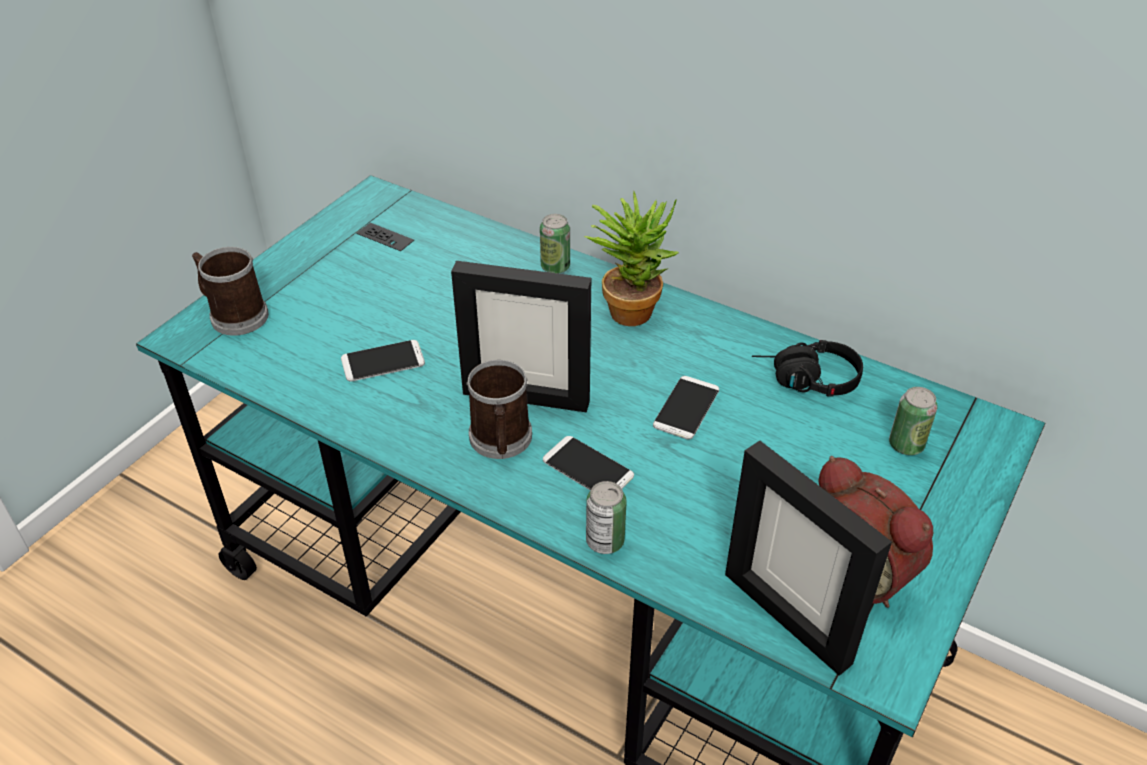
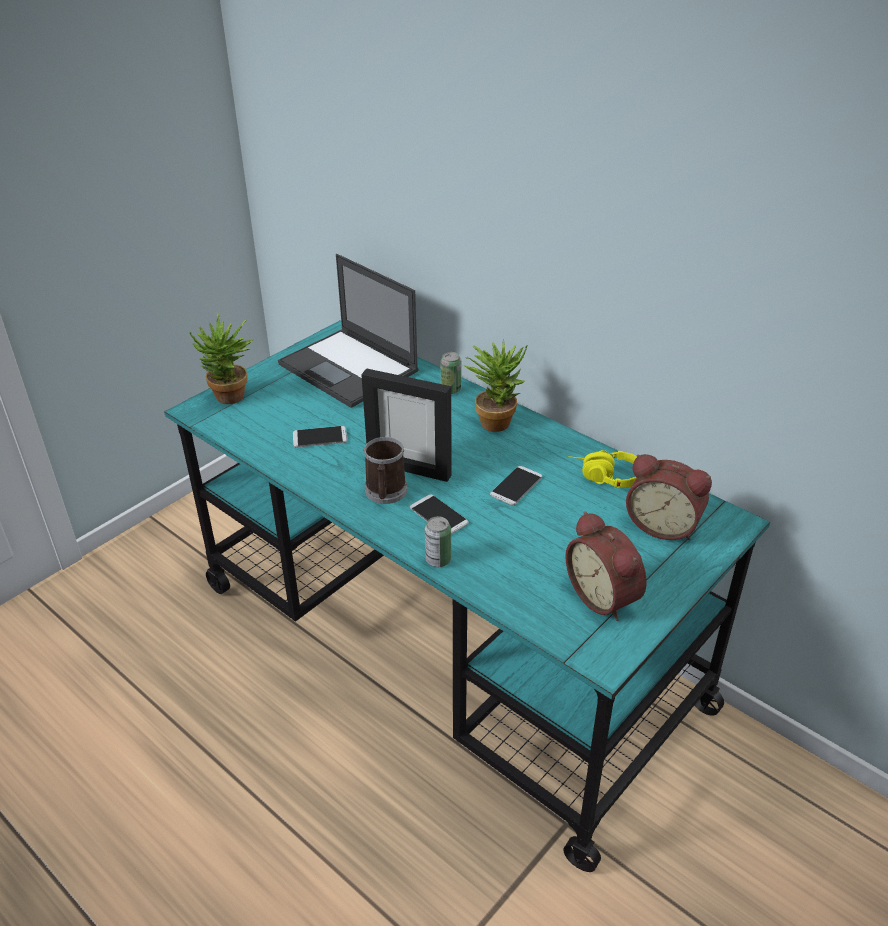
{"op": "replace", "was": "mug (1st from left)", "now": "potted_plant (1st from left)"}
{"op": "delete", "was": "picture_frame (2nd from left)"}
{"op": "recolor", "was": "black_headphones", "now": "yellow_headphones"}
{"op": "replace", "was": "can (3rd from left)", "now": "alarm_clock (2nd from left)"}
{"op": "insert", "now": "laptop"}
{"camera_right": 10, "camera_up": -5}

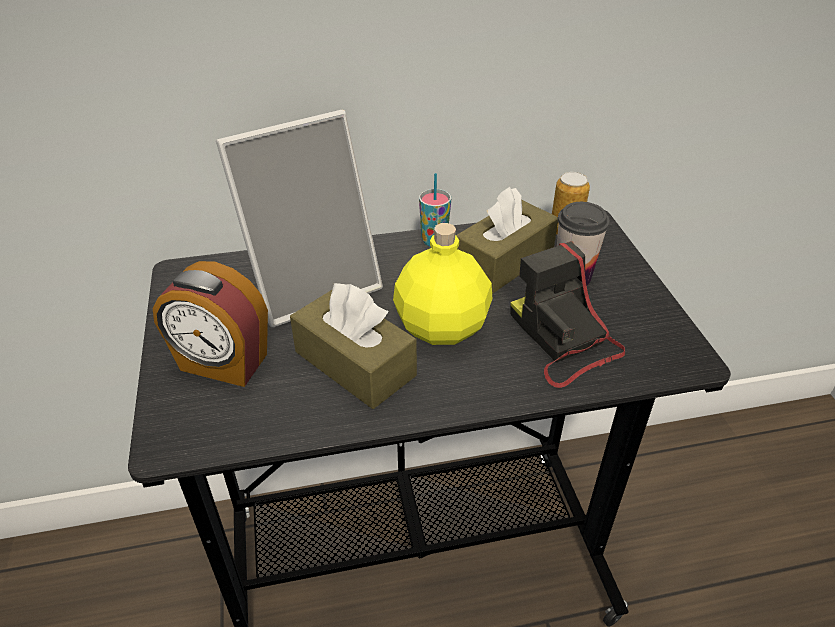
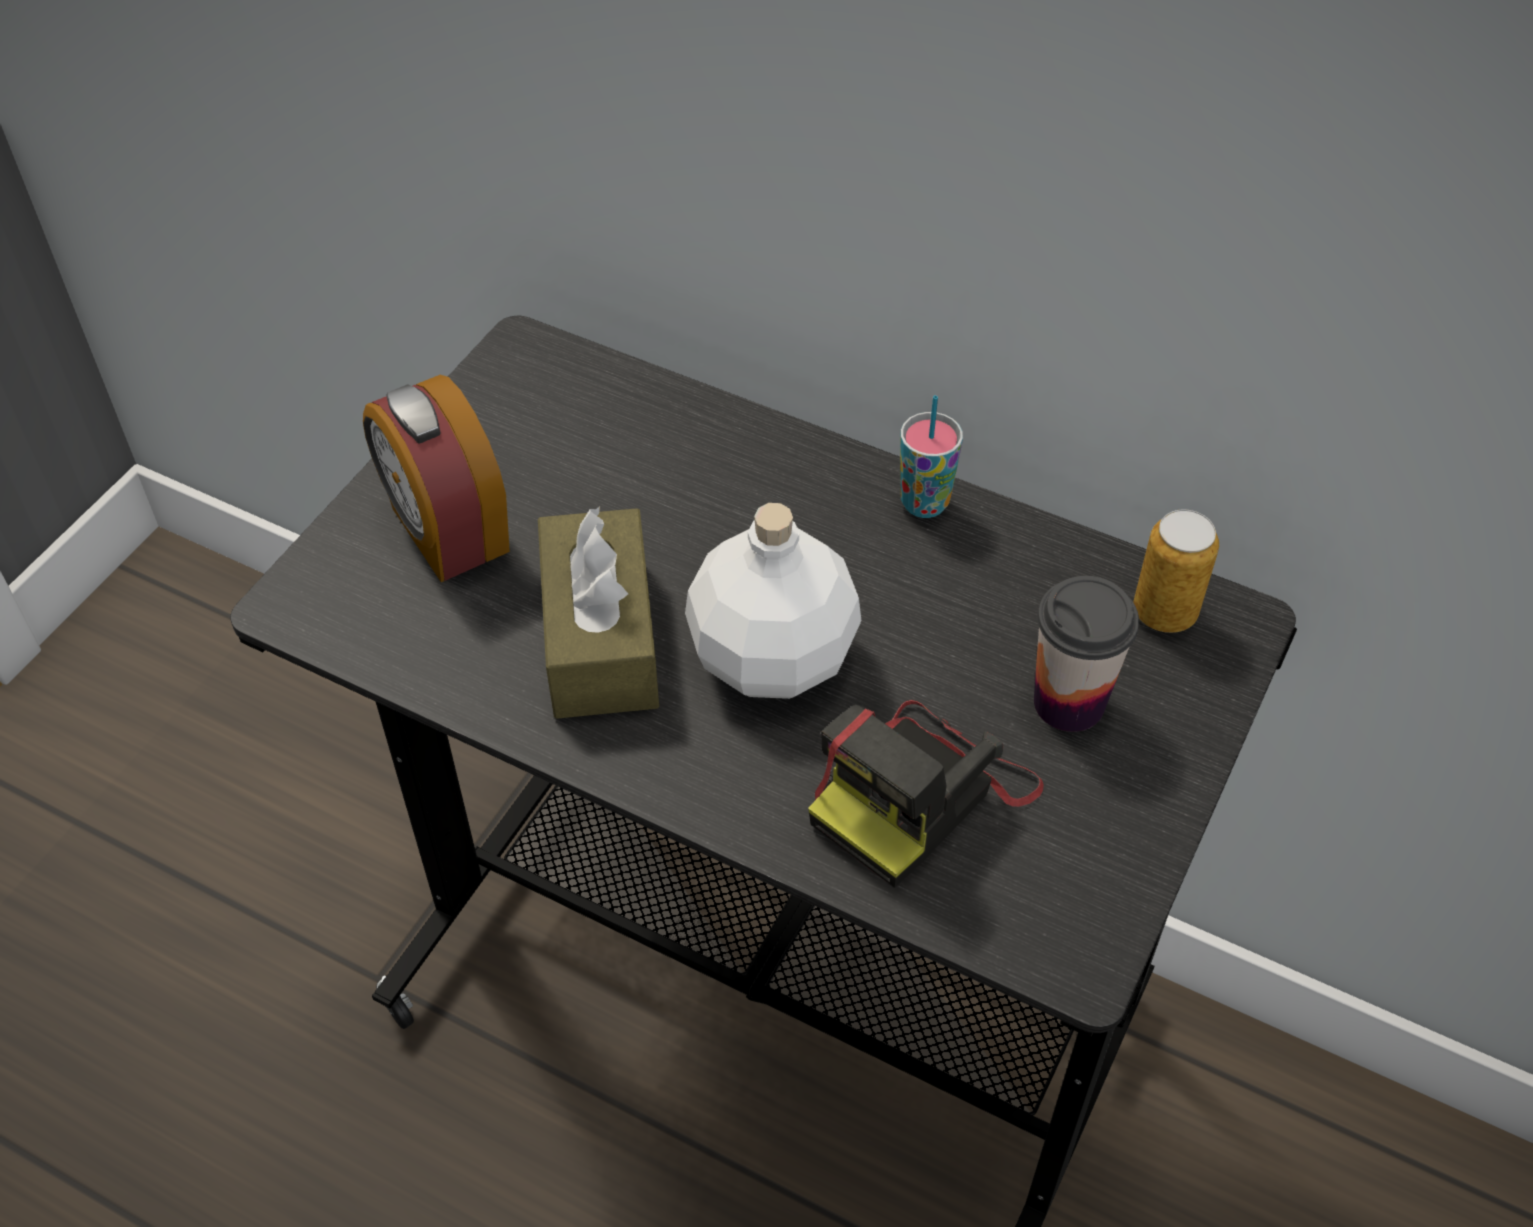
{"op": "delete", "was": "picture_frame"}
{"op": "recolor", "was": "yellow_bottle", "now": "white_bottle"}
{"op": "delete", "was": "brown_tissue_box (2nd from left)"}
{"op": "rotate", "was": "photo_camera", "clockwise": -150}
{"camera_right": 40, "camera_up": 10}

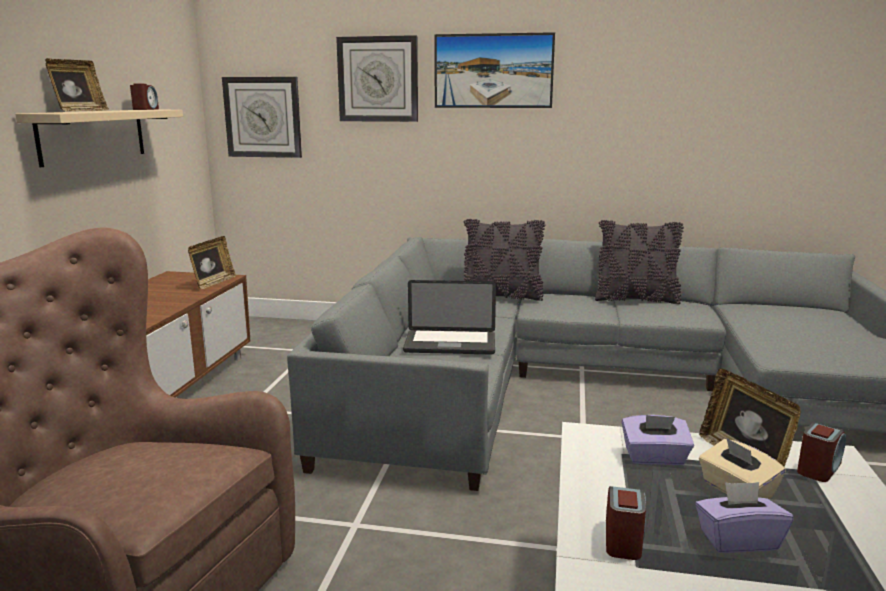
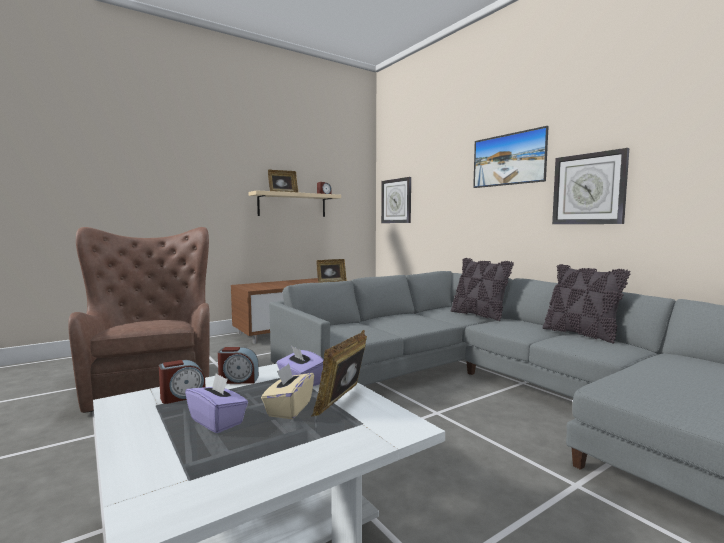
{"op": "move", "was": "wall_clock (2nd from left)"}
{"op": "delete", "was": "laptop"}
{"op": "move", "was": "alarm_clock (3rd from left in the first image)", "now": "alarm_clock (2nd from left)"}
{"camera_right": 45, "camera_up": -10}

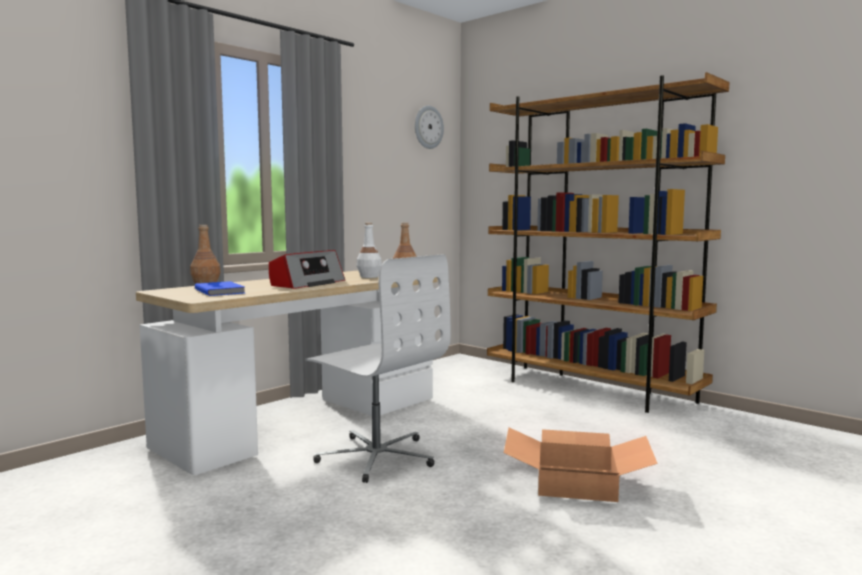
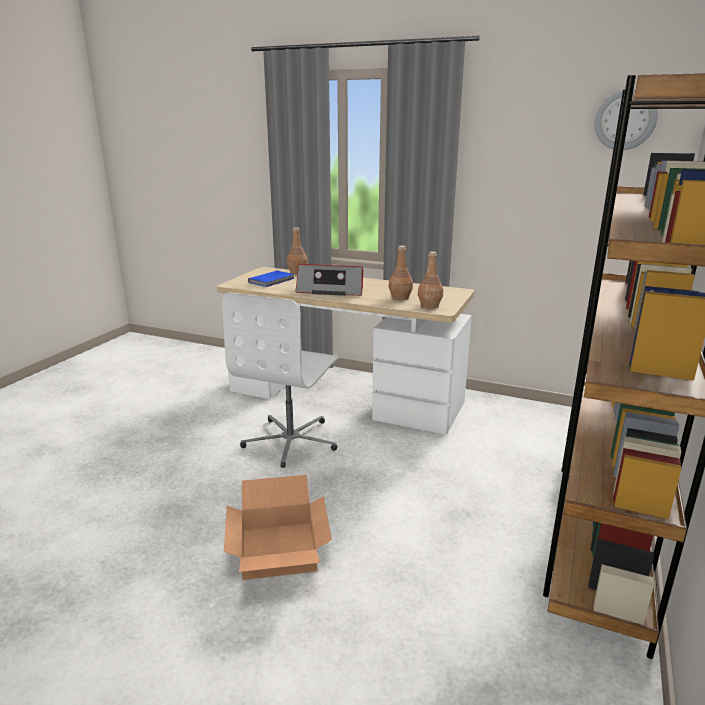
{"op": "recolor", "was": "white_bottle", "now": "brown_bottle (2nd from left)"}
{"camera_right": 70, "camera_up": 15}

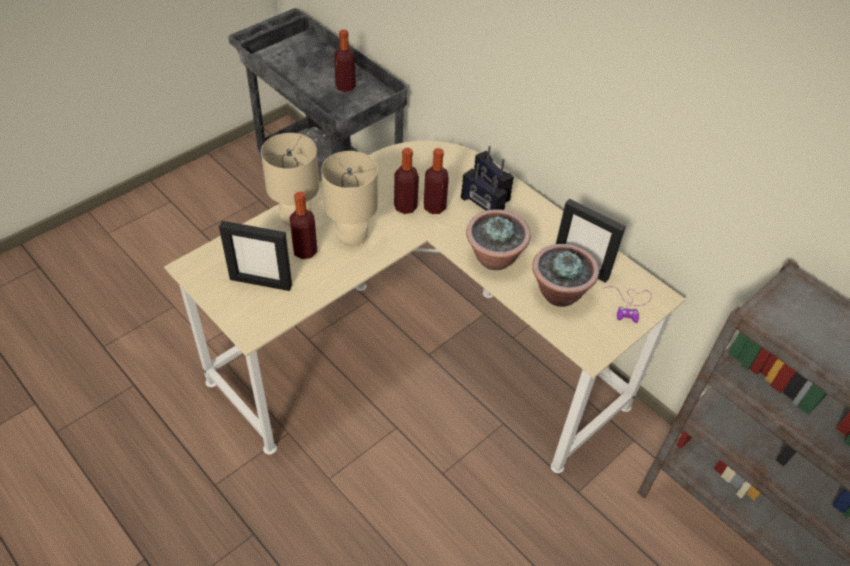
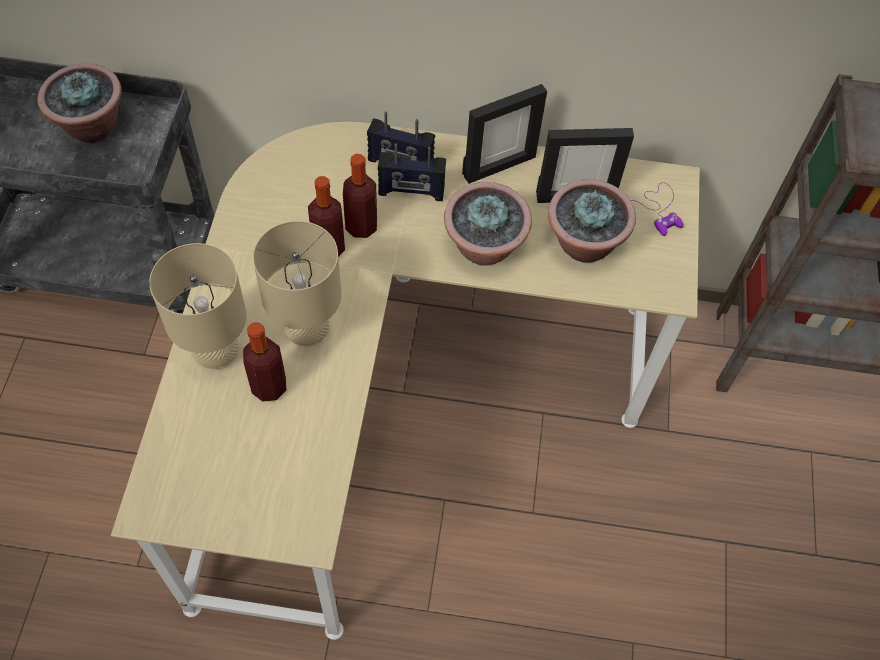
{"op": "move", "was": "picture_frame (1st from left)"}
{"op": "replace", "was": "bottle (2nd from left)", "now": "potted_plant (1st from left)"}
{"camera_right": -40, "camera_up": 10}

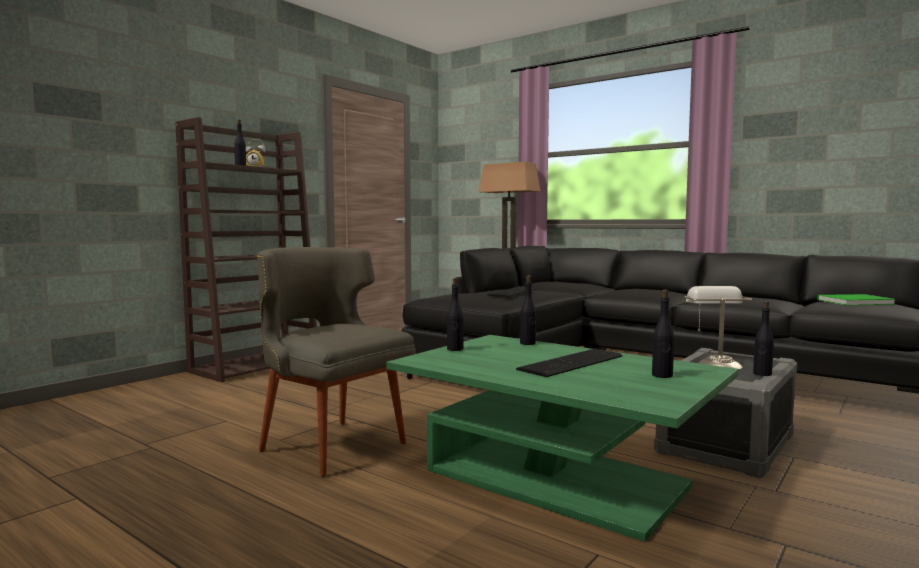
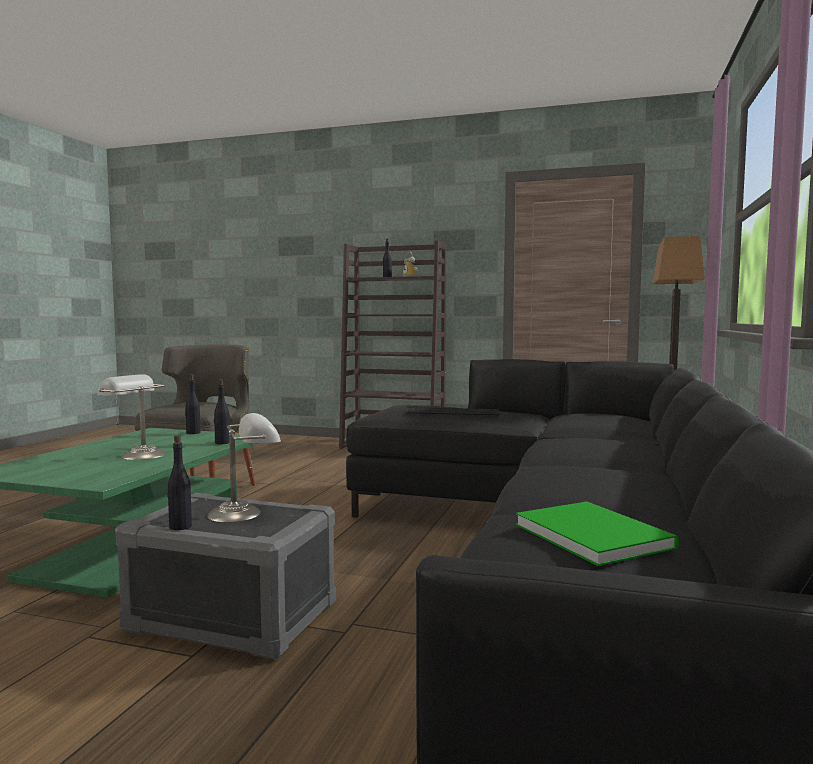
{"op": "replace", "was": "keyboard (2nd from left)", "now": "white_table_lamp (1st from left)"}
{"op": "delete", "was": "black_bottle (4th from left)"}
{"camera_right": 70, "camera_up": 0}

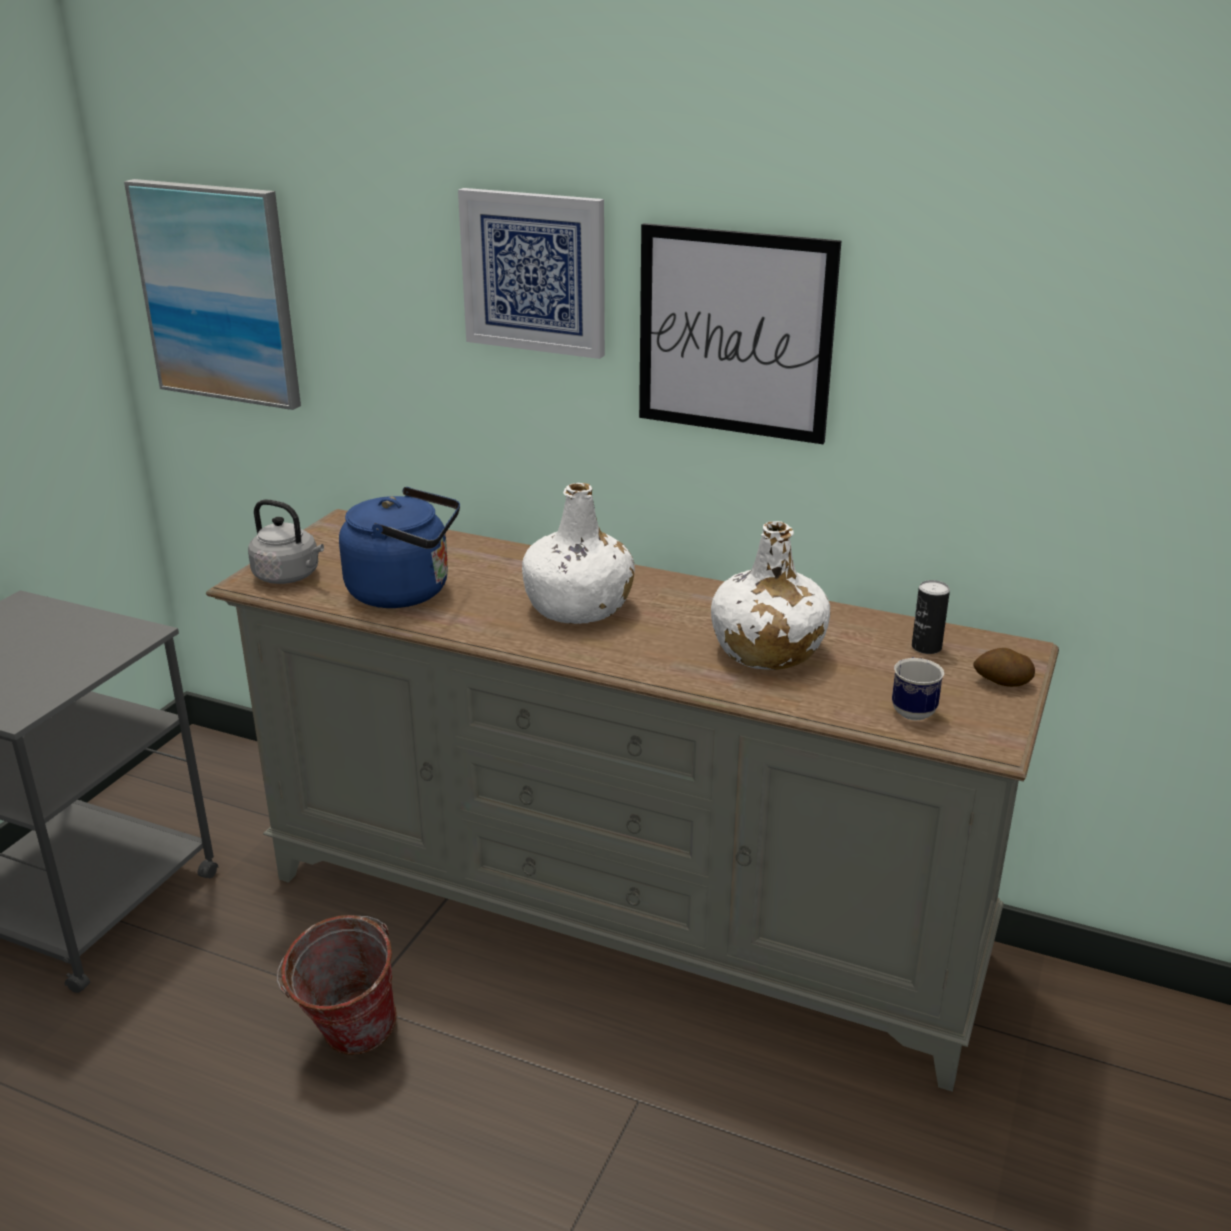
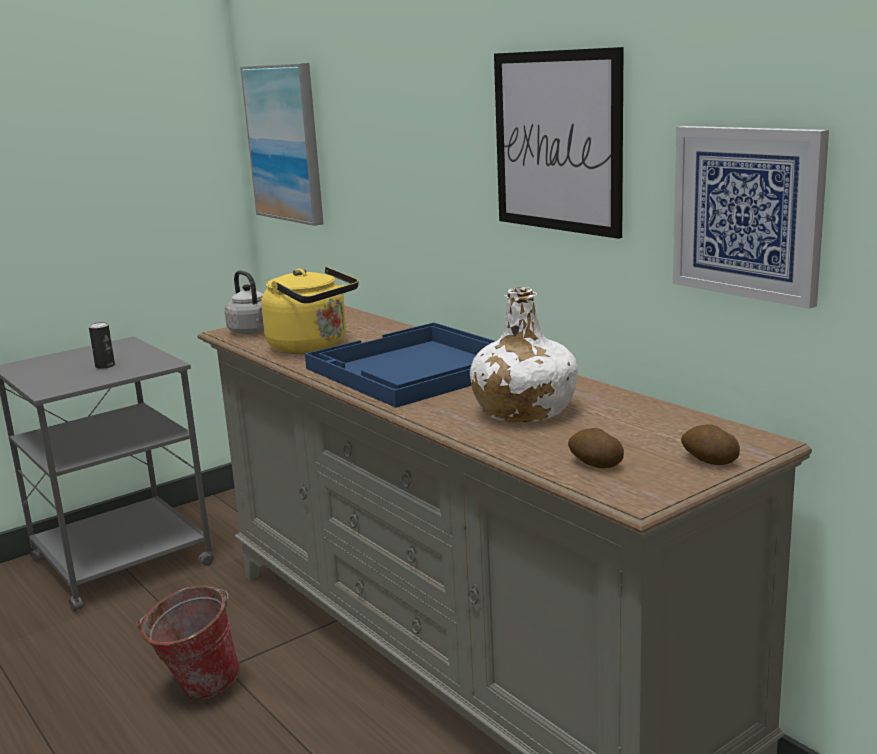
{"op": "recolor", "was": "blue_kettle", "now": "yellow_kettle"}
{"op": "move", "was": "picture (2nd from left in the first image)", "now": "picture (3rd from left)"}
{"op": "replace", "was": "white_bottle (1st from left)", "now": "blue_tray"}
{"op": "replace", "was": "mug", "now": "potato (1st from left)"}
{"op": "move", "was": "can"}
{"camera_right": 30, "camera_up": -10}

